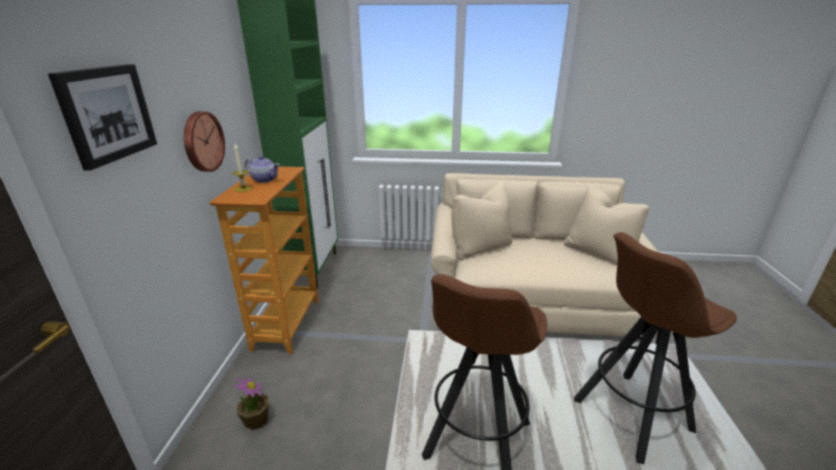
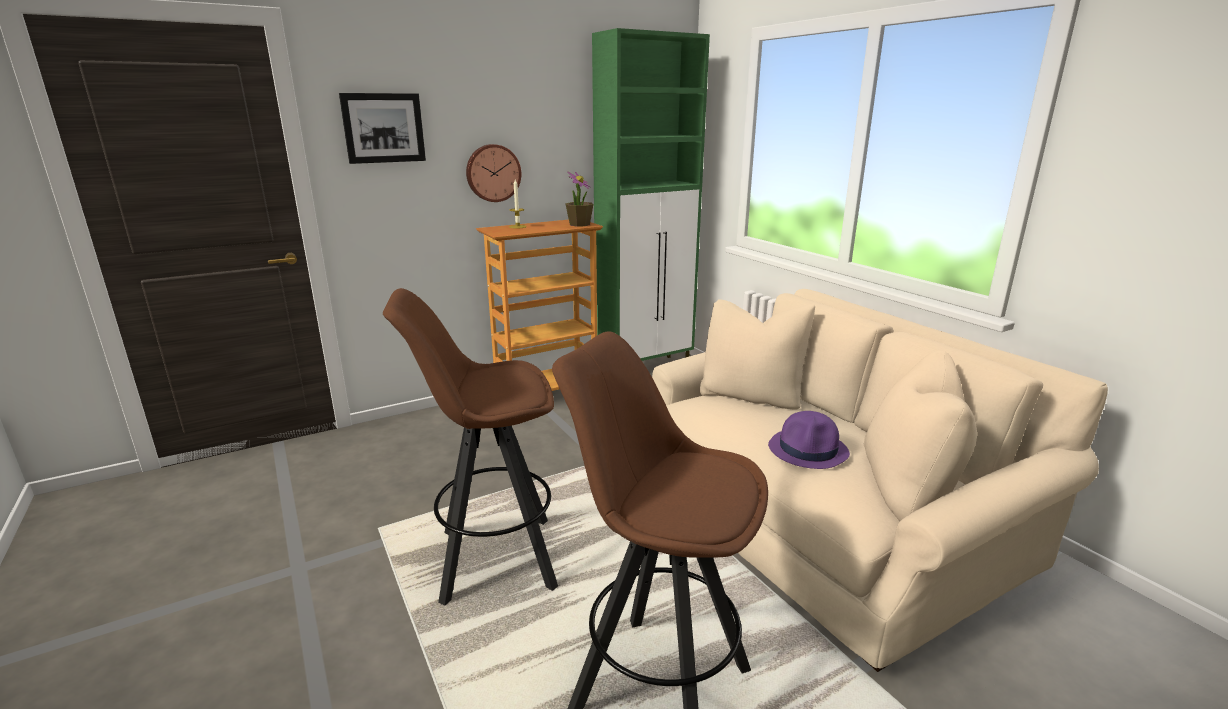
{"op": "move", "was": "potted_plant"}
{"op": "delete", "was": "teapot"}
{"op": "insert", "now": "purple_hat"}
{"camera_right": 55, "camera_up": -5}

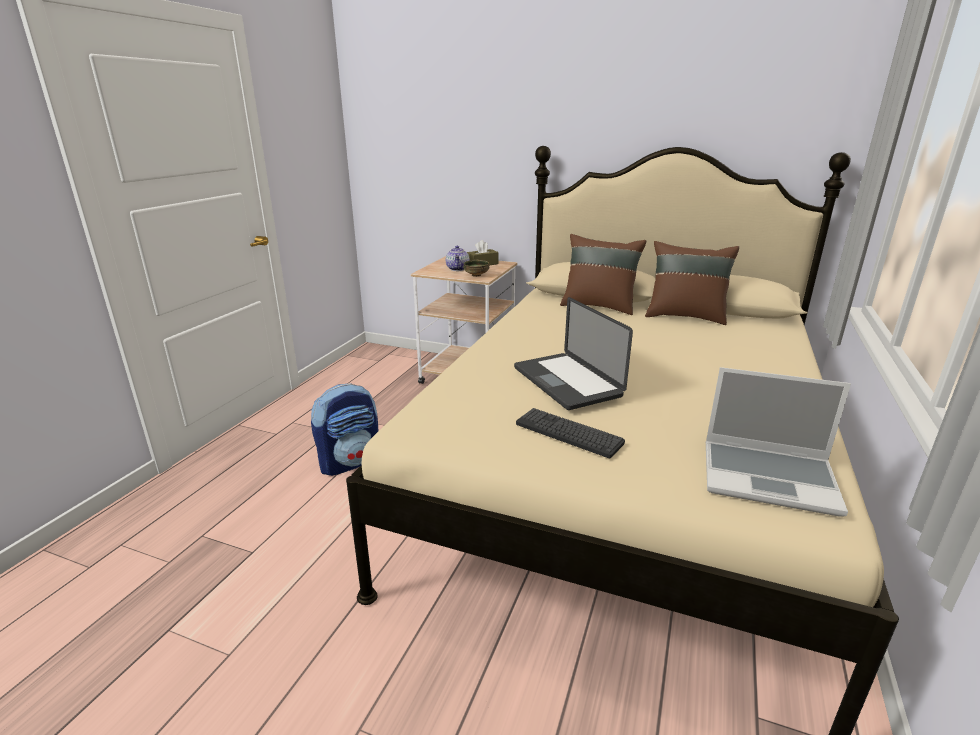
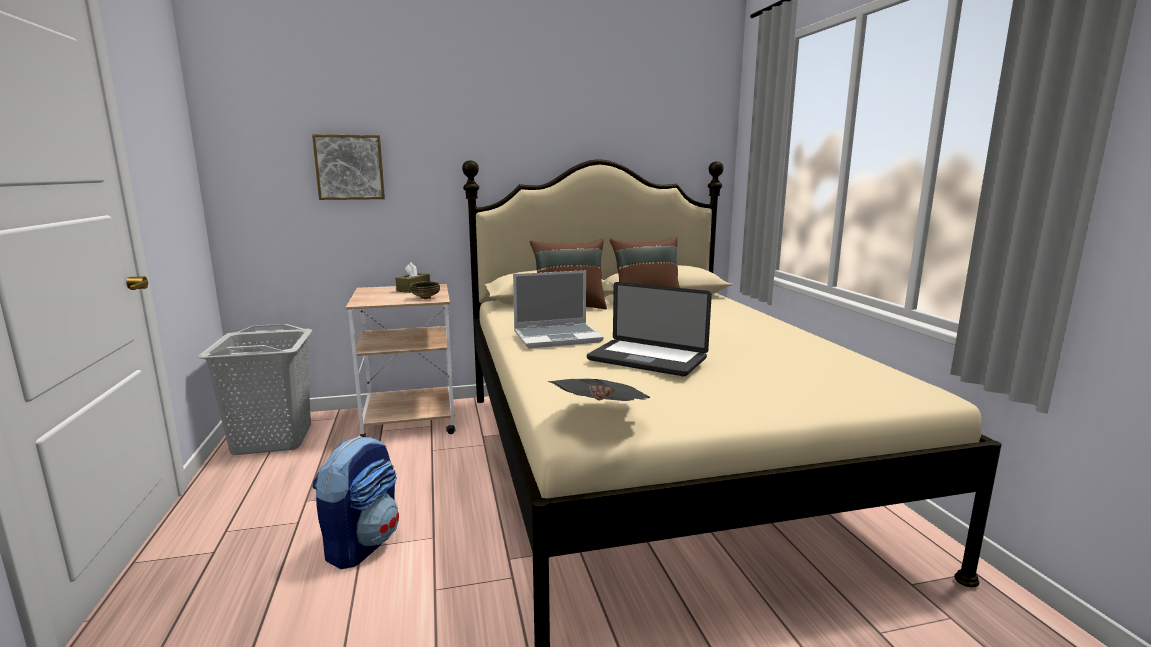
{"op": "delete", "was": "teapot"}
{"op": "delete", "was": "keyboard"}
{"op": "move", "was": "laptop (2nd from left in the first image)", "now": "laptop (1st from left)"}
{"op": "insert", "now": "grey_laundry_basket"}
{"op": "insert", "now": "picture"}
{"op": "insert", "now": "newspaper"}
{"camera_right": -35, "camera_up": -10}

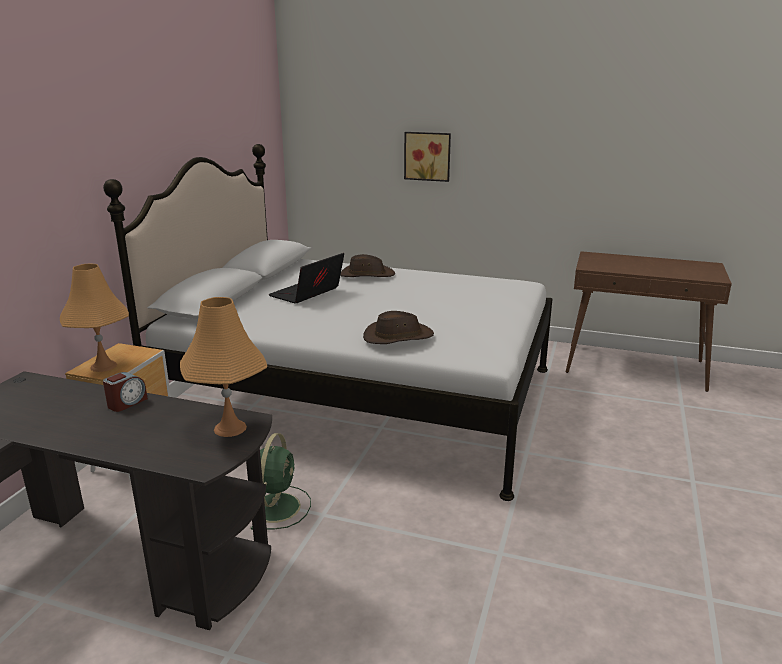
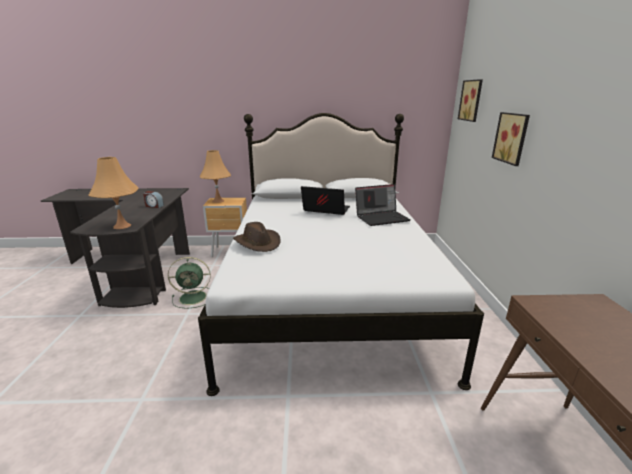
{"op": "replace", "was": "brown_hat (1st from left)", "now": "laptop (2nd from left)"}
{"op": "insert", "now": "picture (1st from left)"}
{"camera_right": 70, "camera_up": 0}

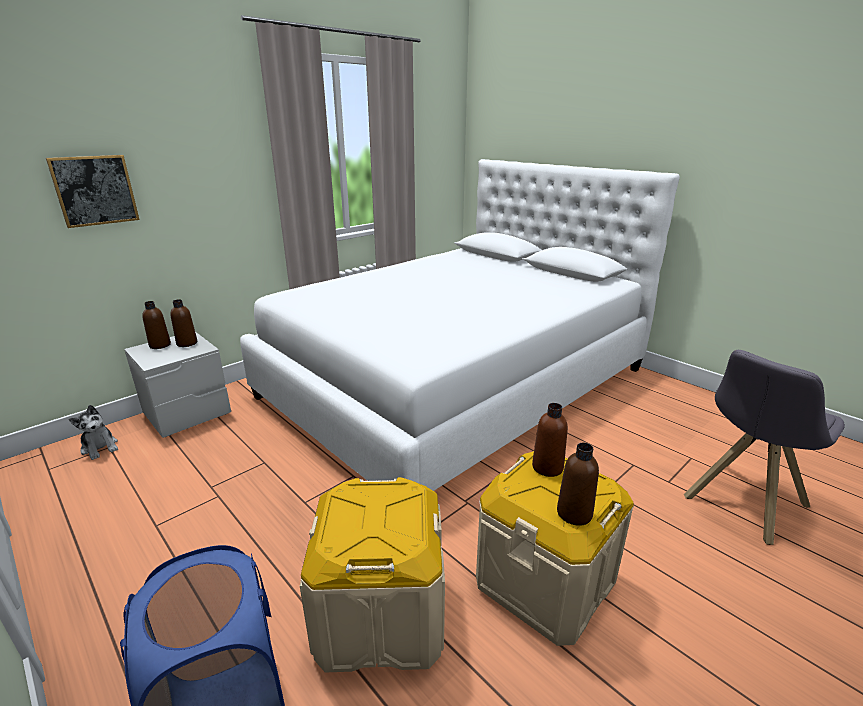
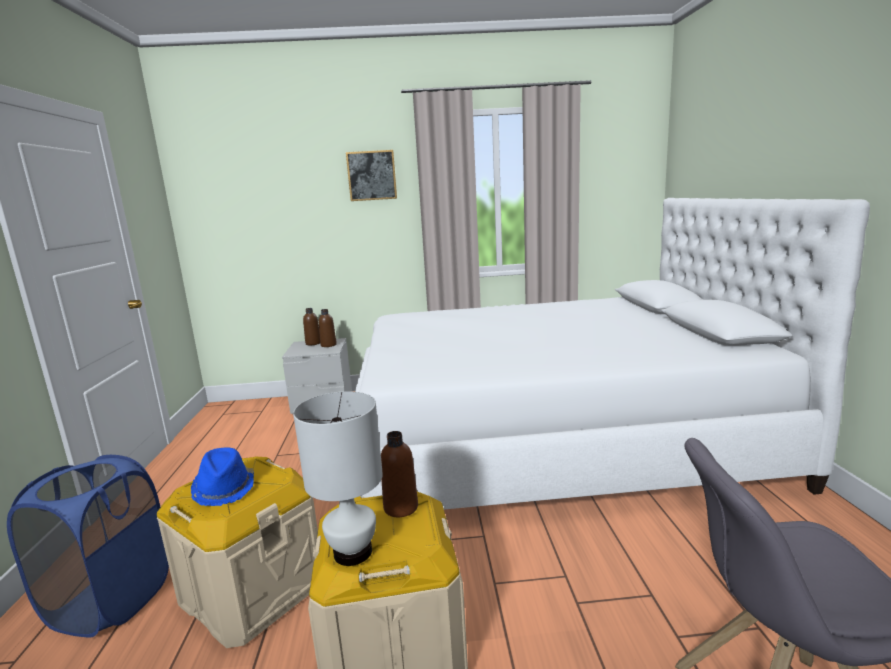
{"op": "move", "was": "picture"}
{"op": "delete", "was": "plush_toy"}
{"op": "replace", "was": "brown_bottle (4th from left)", "now": "white_table_lamp"}
{"op": "insert", "now": "blue_hat"}
{"camera_right": 40, "camera_up": -10}

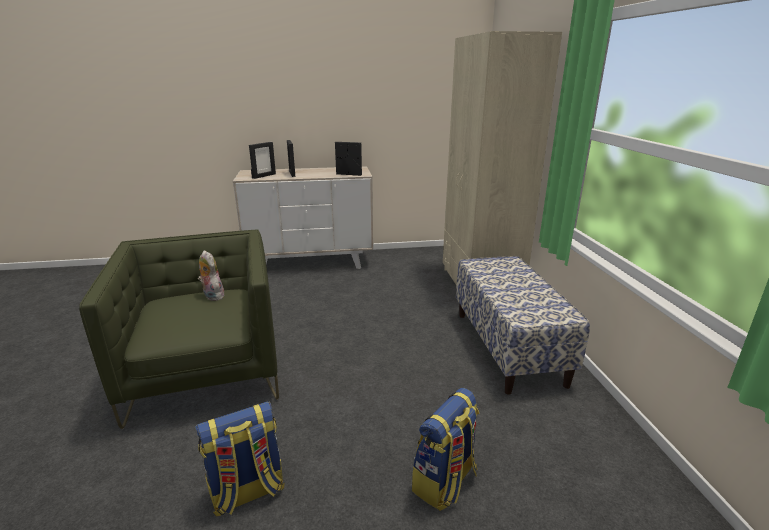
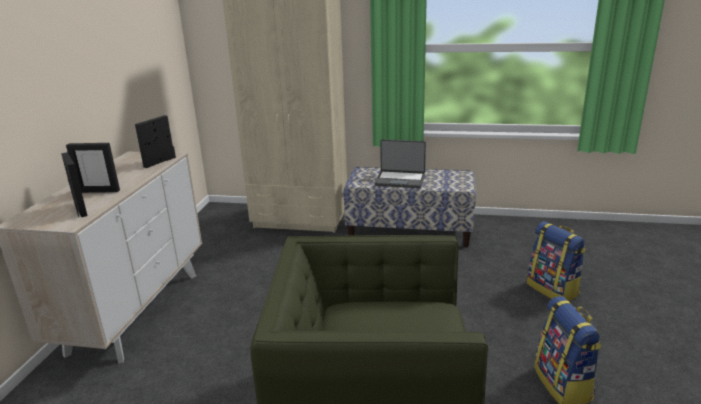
{"op": "delete", "was": "plush_toy"}
{"op": "insert", "now": "laptop"}
{"camera_right": -70, "camera_up": 0}

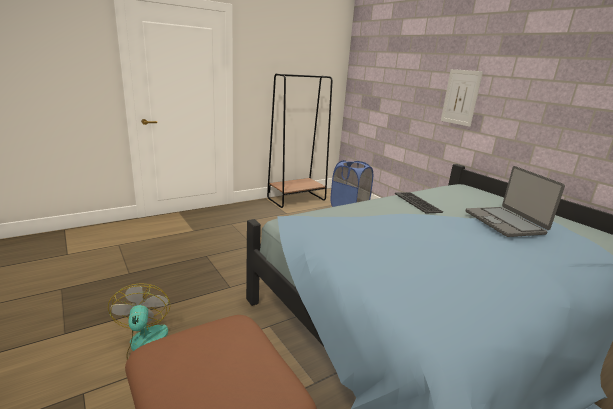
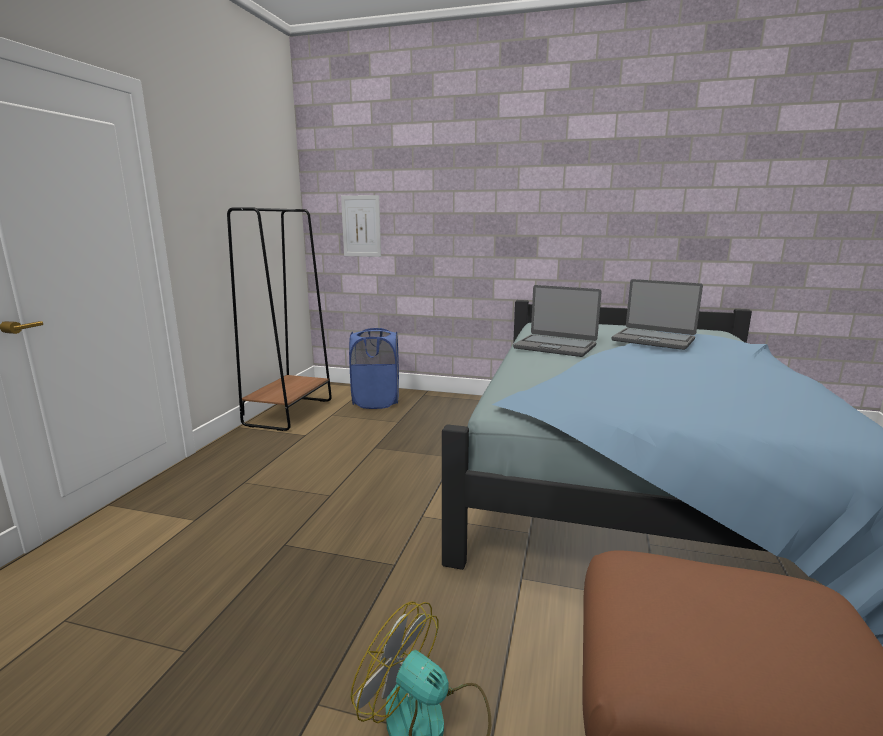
{"op": "replace", "was": "keyboard", "now": "laptop (1st from left)"}
{"op": "move", "was": "picture"}
{"camera_right": -40, "camera_up": -5}

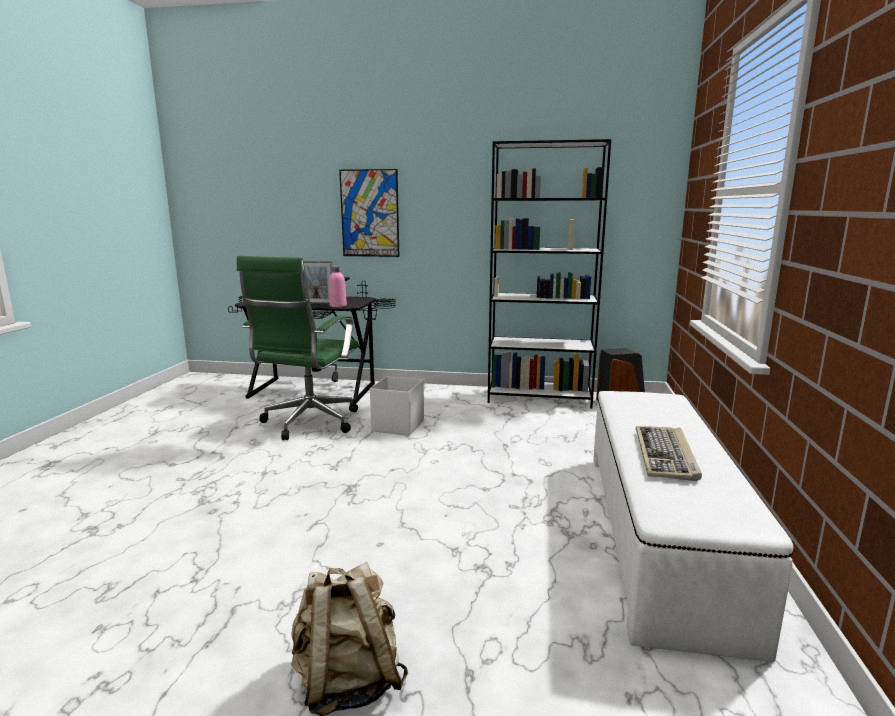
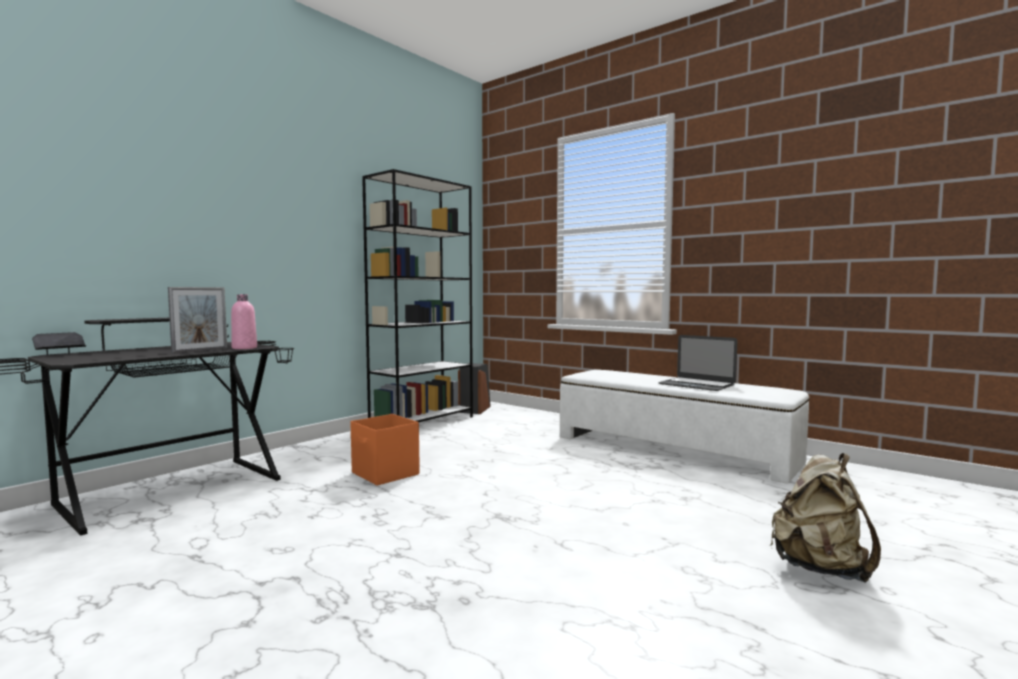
{"op": "delete", "was": "green_office_chair"}
{"op": "delete", "was": "picture"}
{"op": "recolor", "was": "white_storage_box", "now": "orange_storage_box"}
{"op": "replace", "was": "keyboard", "now": "laptop"}
{"camera_right": -60, "camera_up": -10}

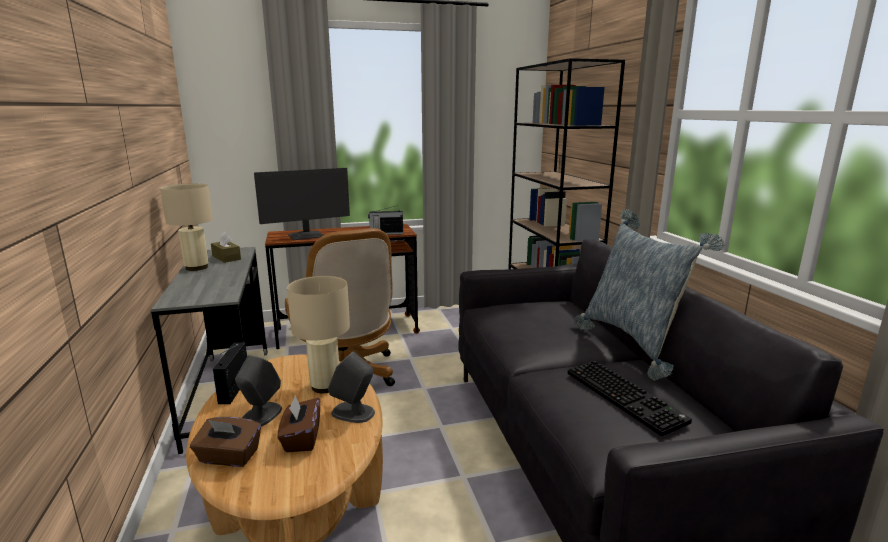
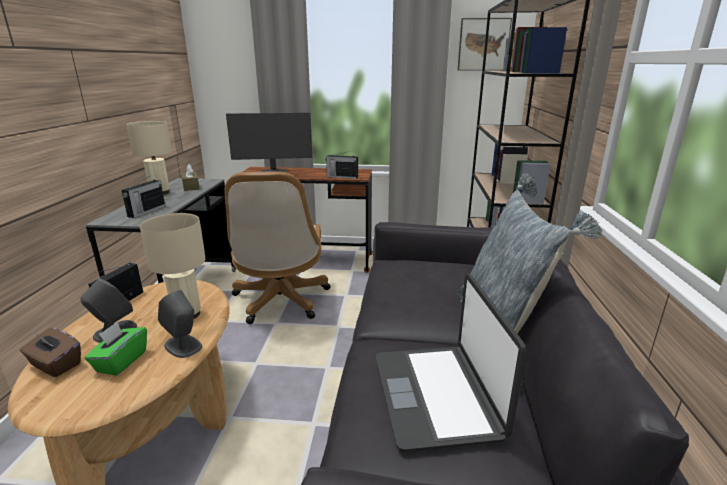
{"op": "recolor", "was": "brown_tissue_box (3rd from left)", "now": "green_tissue_box"}
{"op": "replace", "was": "keyboard", "now": "laptop"}
{"op": "insert", "now": "radio (2nd from left)"}
{"op": "insert", "now": "picture"}
{"camera_right": 20, "camera_up": 5}

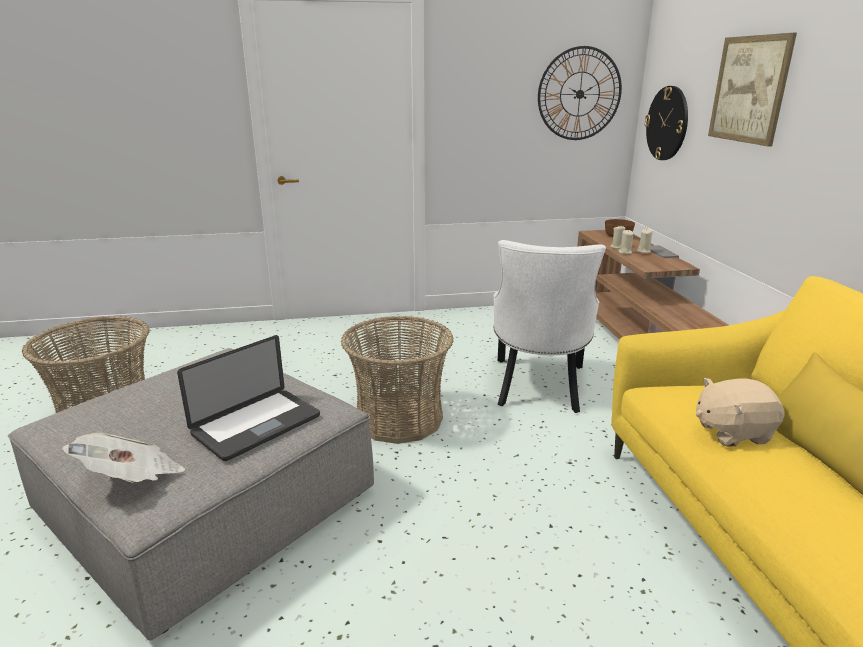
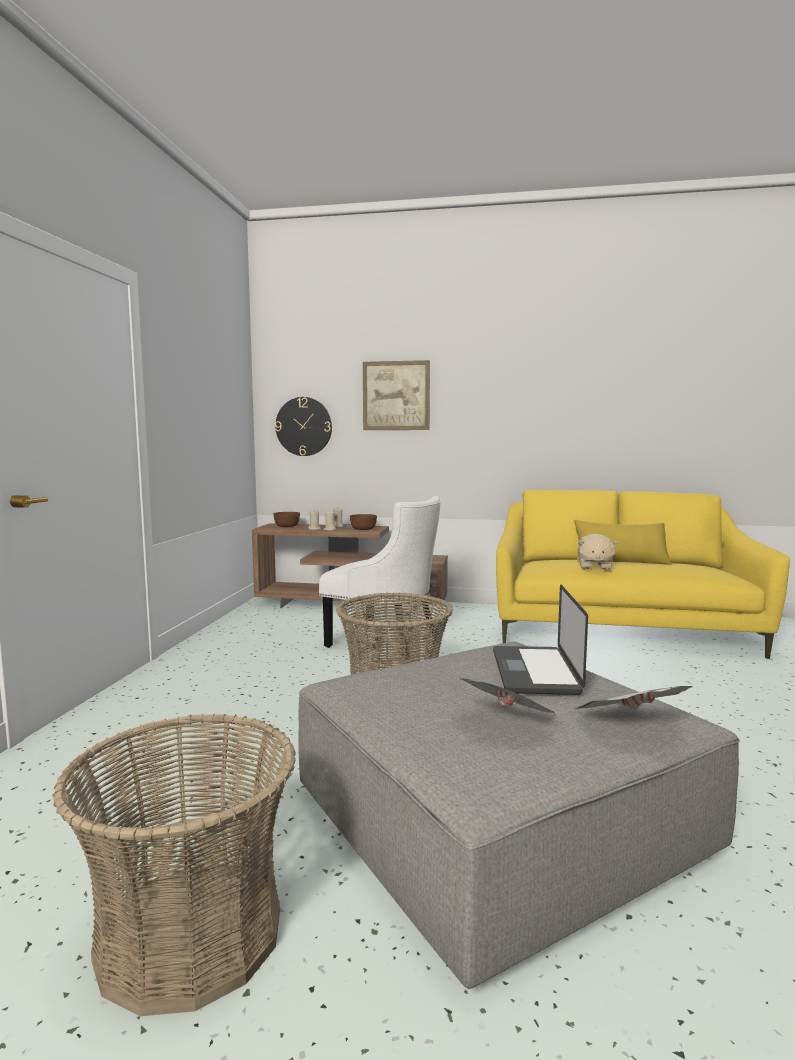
{"op": "rotate", "was": "laptop", "clockwise": -150}
{"op": "delete", "was": "wall_clock (1st from left)"}
{"op": "insert", "now": "brown_bowl (2nd from left)"}
{"op": "insert", "now": "newspaper (1st from left)"}
{"camera_right": -70, "camera_up": -15}

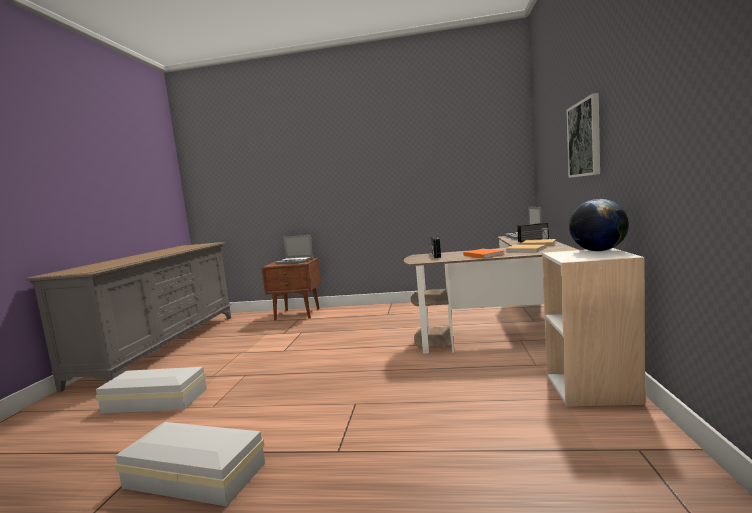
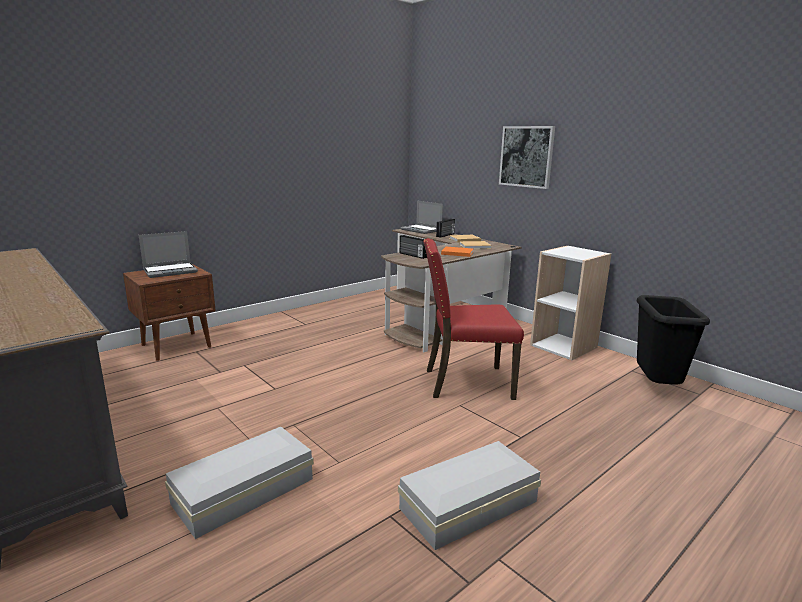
{"op": "delete", "was": "globe"}
{"op": "insert", "now": "red_chair"}
{"op": "insert", "now": "black_trash_can"}
{"camera_right": -50, "camera_up": 10}

